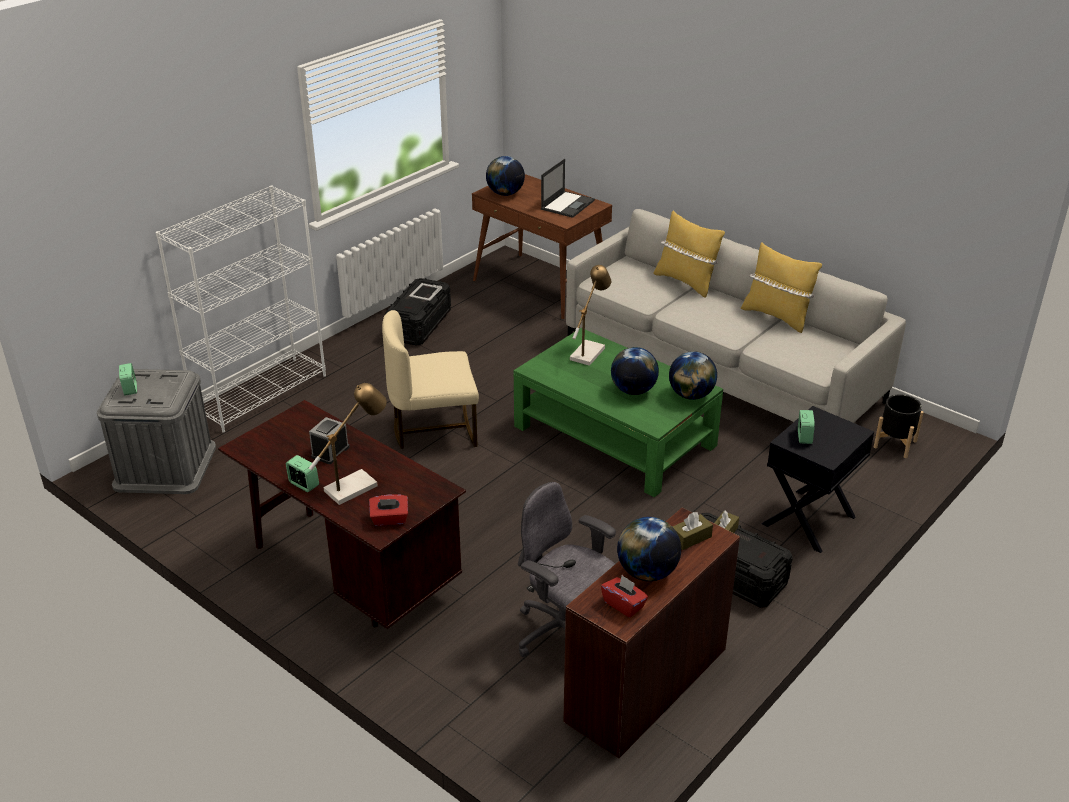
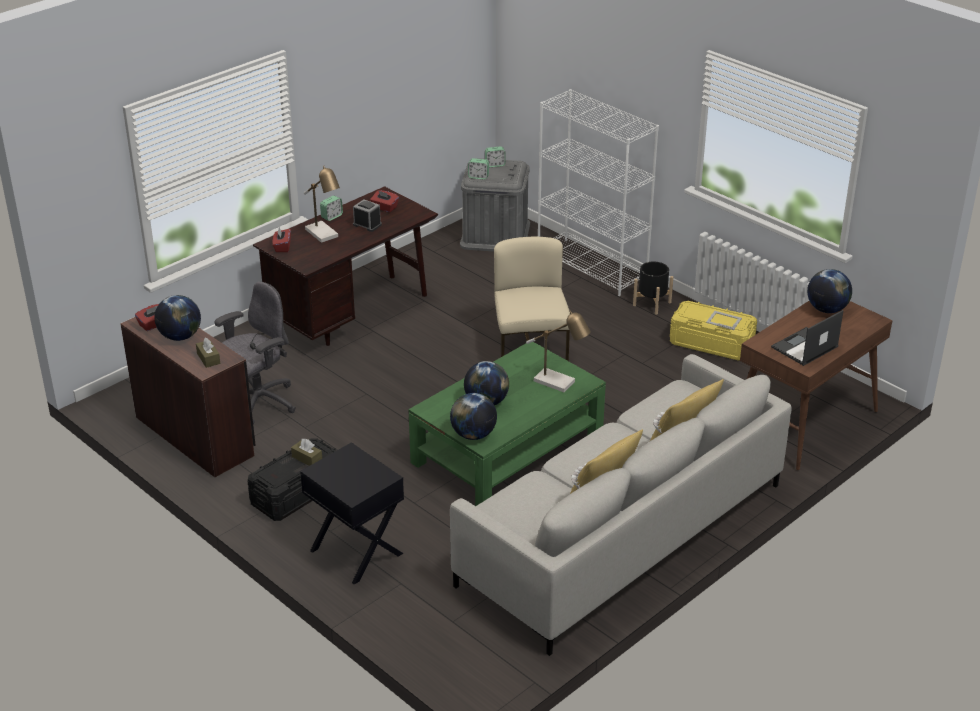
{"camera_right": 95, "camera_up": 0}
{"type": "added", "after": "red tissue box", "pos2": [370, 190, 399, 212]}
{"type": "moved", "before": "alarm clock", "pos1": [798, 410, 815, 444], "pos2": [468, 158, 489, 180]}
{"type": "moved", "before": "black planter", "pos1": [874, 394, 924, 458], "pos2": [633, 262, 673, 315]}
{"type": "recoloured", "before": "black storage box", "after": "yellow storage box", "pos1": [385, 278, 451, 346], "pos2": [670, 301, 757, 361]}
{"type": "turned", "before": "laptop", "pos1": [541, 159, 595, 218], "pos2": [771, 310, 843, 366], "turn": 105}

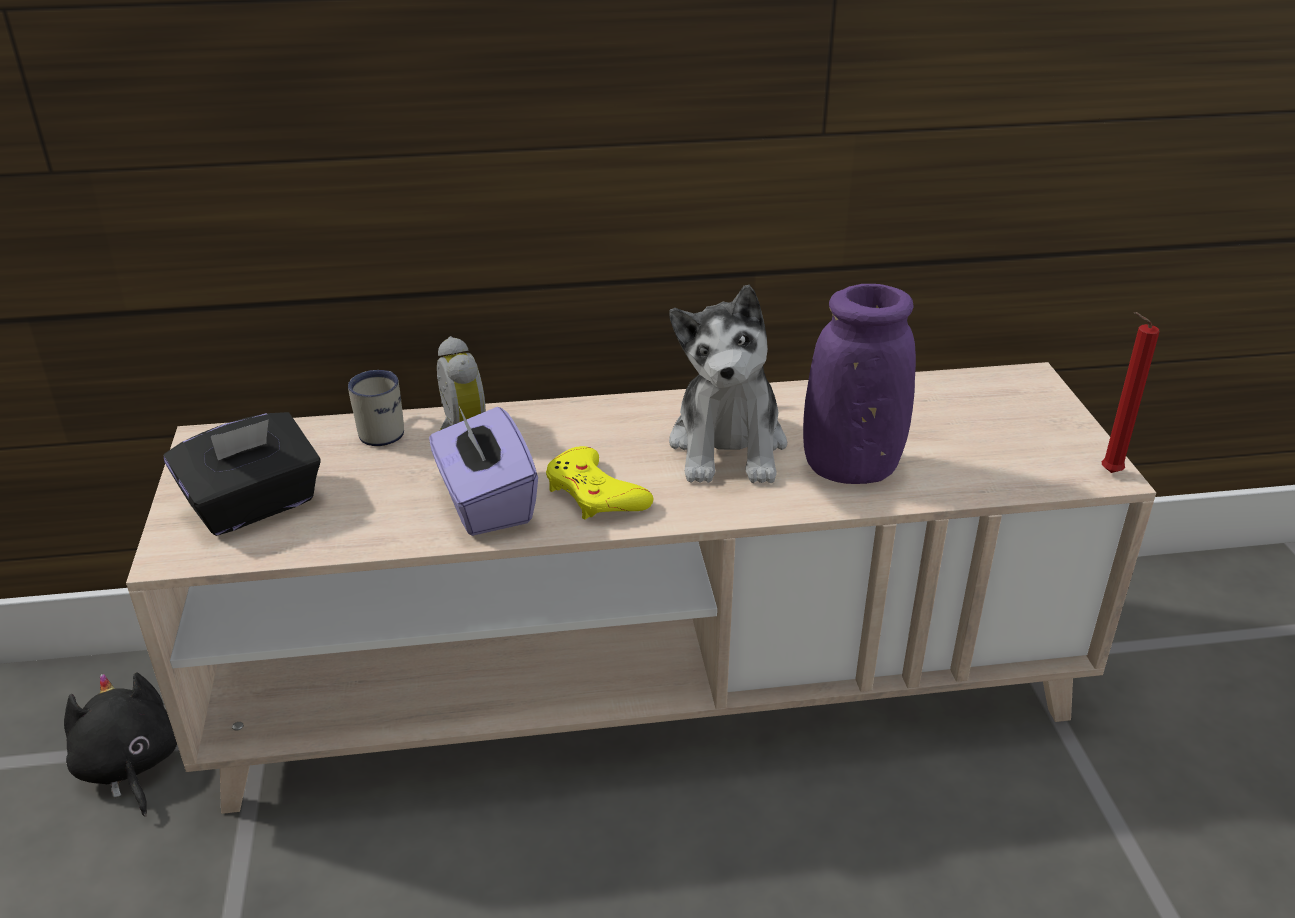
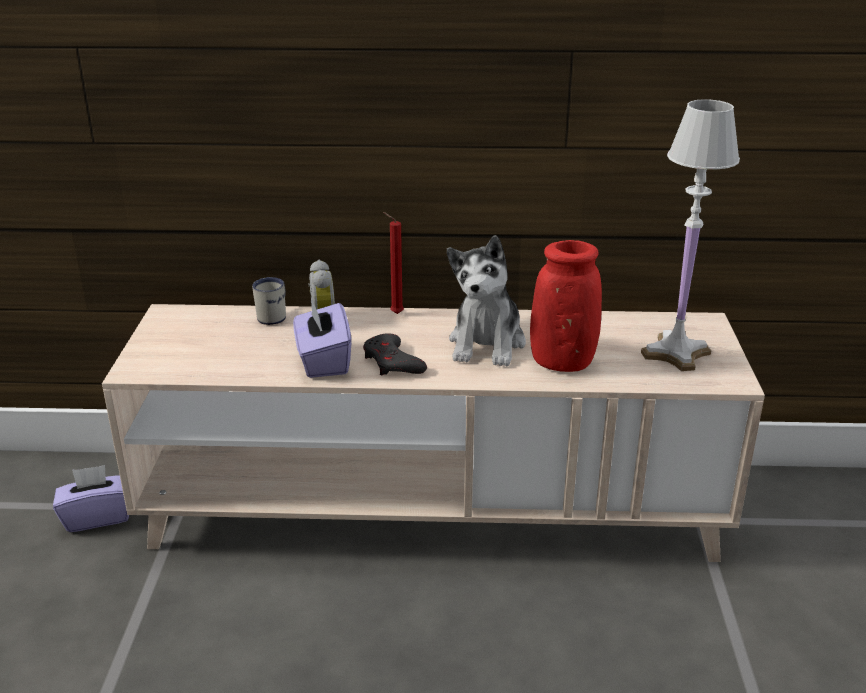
{"camera_right": 10, "camera_up": -5}
{"type": "replaced", "before": "black plush toy", "after": "purple tissue box", "pos1": [64, 672, 177, 817], "pos2": [53, 465, 129, 532]}
{"type": "recoloured", "before": "yellow game controller", "after": "grey game controller", "pos1": [546, 446, 653, 520], "pos2": [363, 333, 427, 376]}
{"type": "moved", "before": "red candle", "pos1": [1102, 312, 1160, 473], "pos2": [383, 212, 404, 314]}
{"type": "recoloured", "before": "purple vase", "after": "red vase", "pos1": [803, 284, 916, 484], "pos2": [530, 240, 602, 372]}
{"type": "added", "after": "white table lamp", "pos2": [641, 99, 740, 371]}
{"type": "removed", "before": "black tissue box", "pos1": [163, 412, 321, 536]}

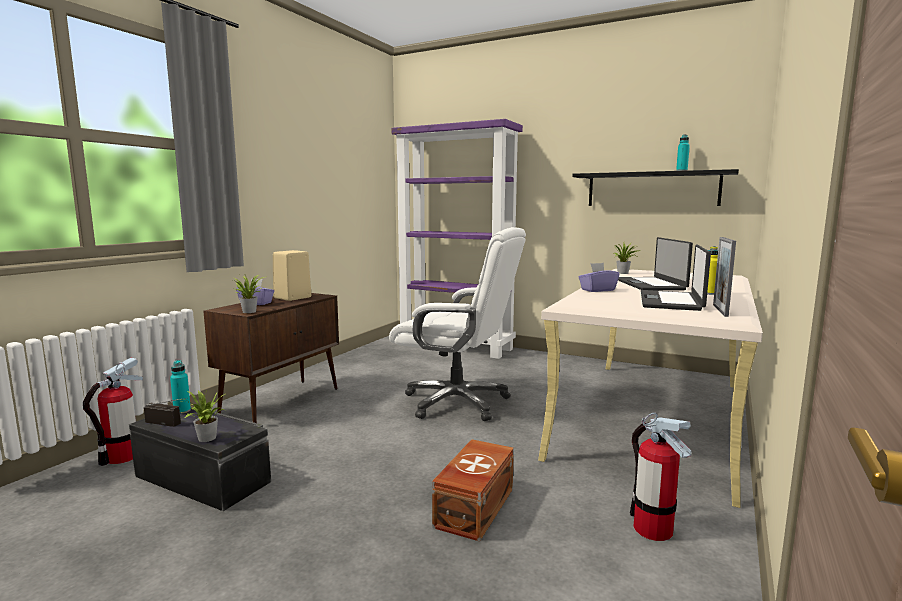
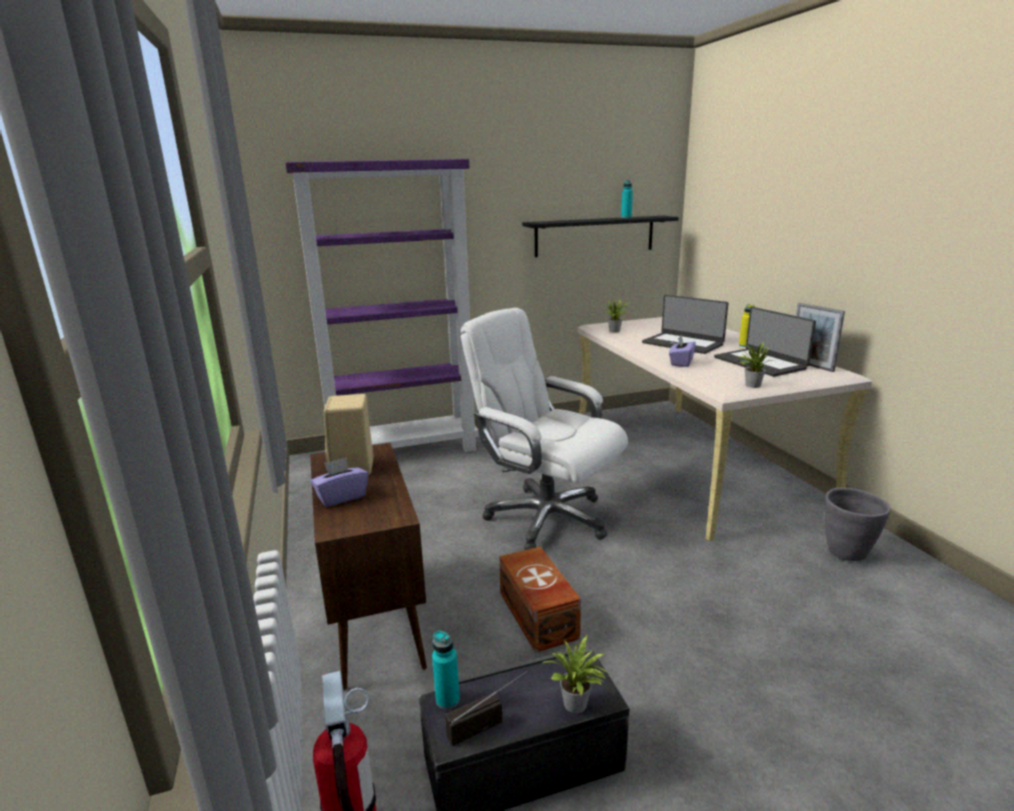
{"camera_right": -45, "camera_up": 10}
{"type": "turned", "before": "white office chair", "pos1": [389, 227, 526, 421], "pos2": [460, 308, 628, 550], "turn": -120}
{"type": "moved", "before": "brown storage box", "pos1": [432, 439, 514, 542], "pos2": [499, 546, 581, 653]}
{"type": "moved", "before": "potted plant", "pos1": [233, 275, 264, 313], "pos2": [736, 342, 774, 388]}
{"type": "replaced", "before": "fire extinguisher", "after": "grey planter", "pos1": [630, 413, 691, 541], "pos2": [825, 487, 890, 561]}

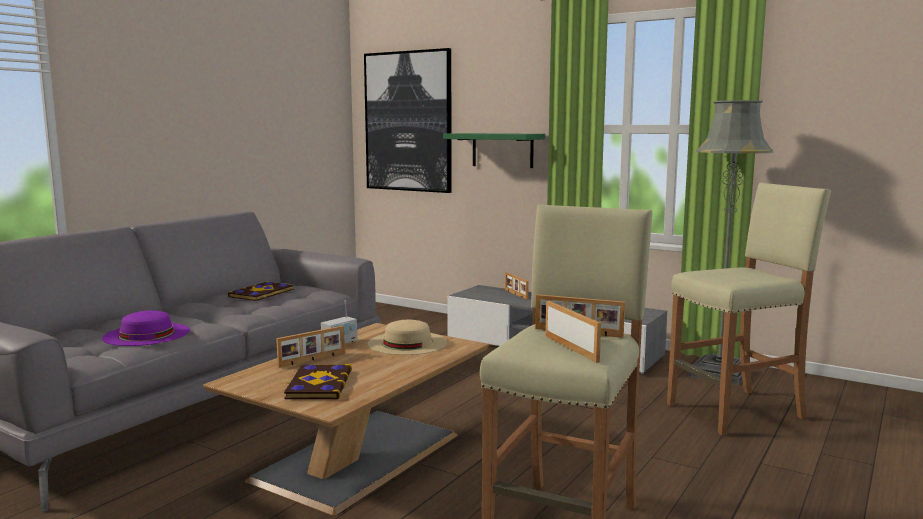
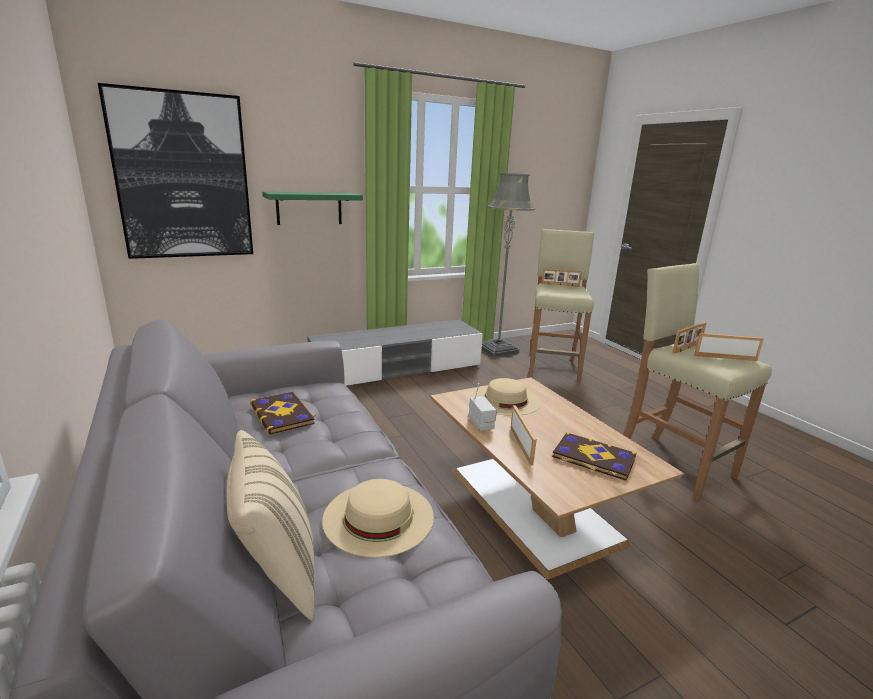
{"camera_right": -60, "camera_up": 10}
{"type": "added", "after": "beige pillow", "pos2": [227, 430, 315, 620]}
{"type": "recoloured", "before": "purple hat", "after": "beige hat", "pos1": [102, 310, 190, 346], "pos2": [322, 479, 434, 557]}
{"type": "moved", "before": "picture frame", "pos1": [505, 272, 529, 300], "pos2": [541, 269, 582, 286]}

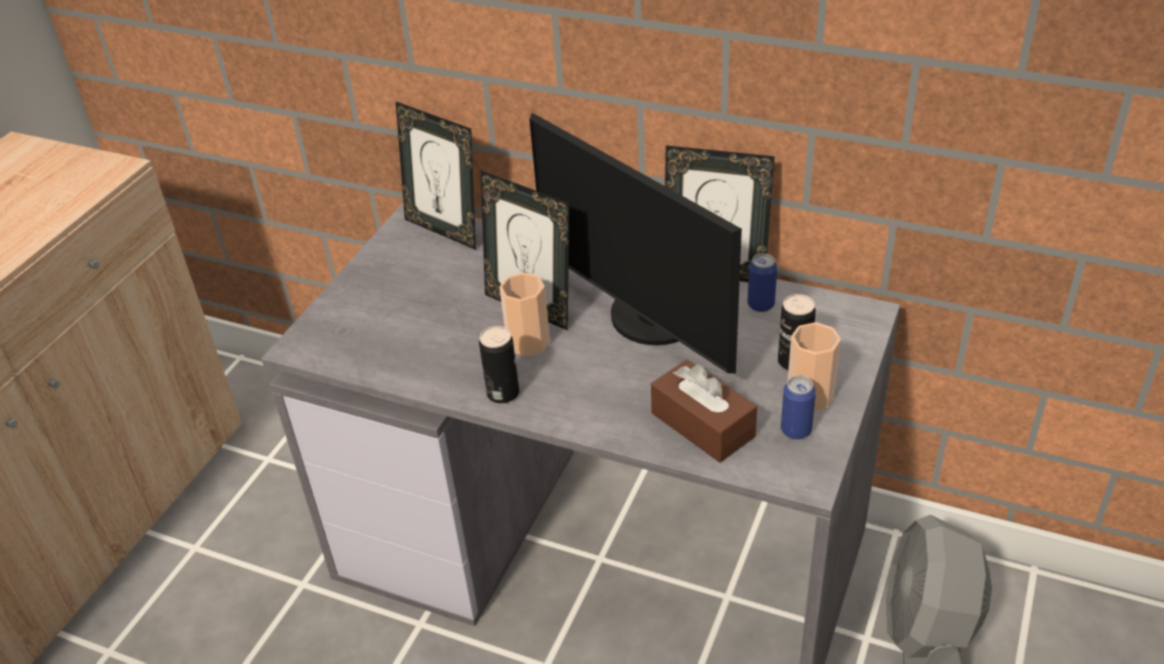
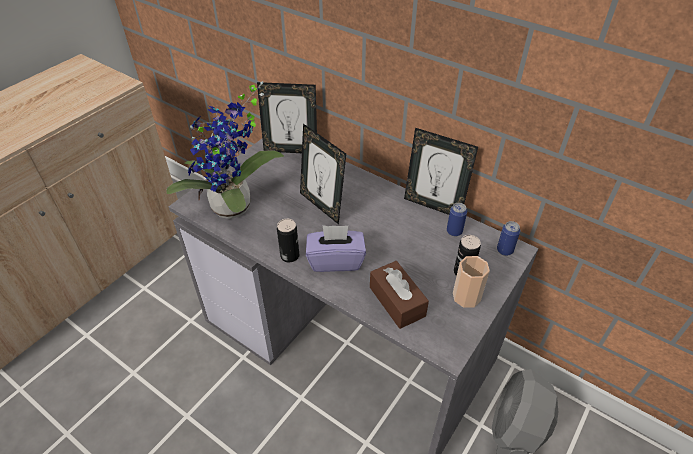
{"camera_right": 10, "camera_up": 5}
{"type": "added", "after": "potted plant", "pos2": [166, 81, 284, 219]}
{"type": "turned", "before": "picture frame", "pos1": [396, 102, 476, 250], "pos2": [257, 82, 317, 153], "turn": -45}
{"type": "added", "after": "purple tissue box", "pos2": [306, 225, 366, 272]}
{"type": "moved", "before": "can", "pos1": [781, 376, 816, 440], "pos2": [497, 221, 520, 256]}
{"type": "removed", "before": "cup", "pos1": [499, 273, 550, 356]}
{"type": "removed", "before": "monitor", "pos1": [529, 113, 742, 374]}

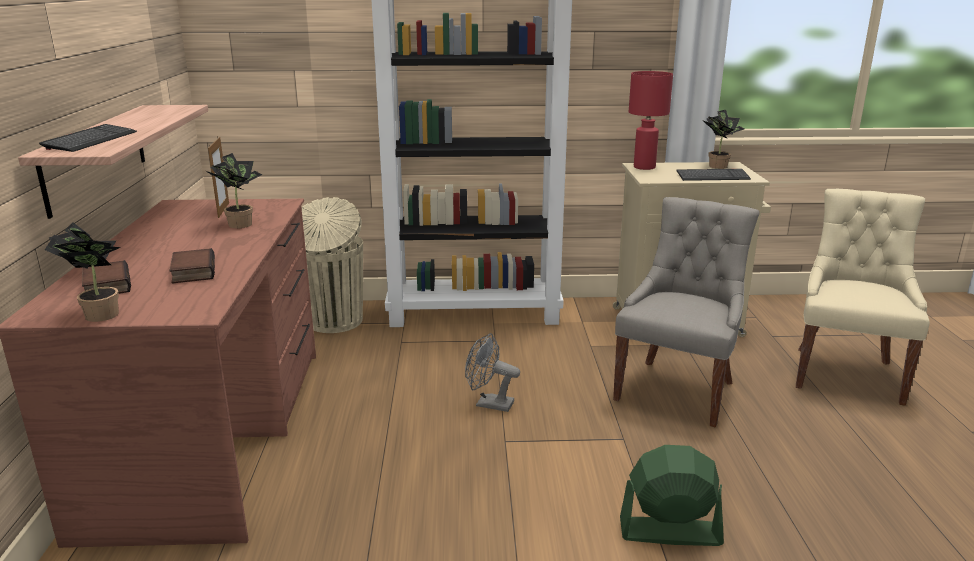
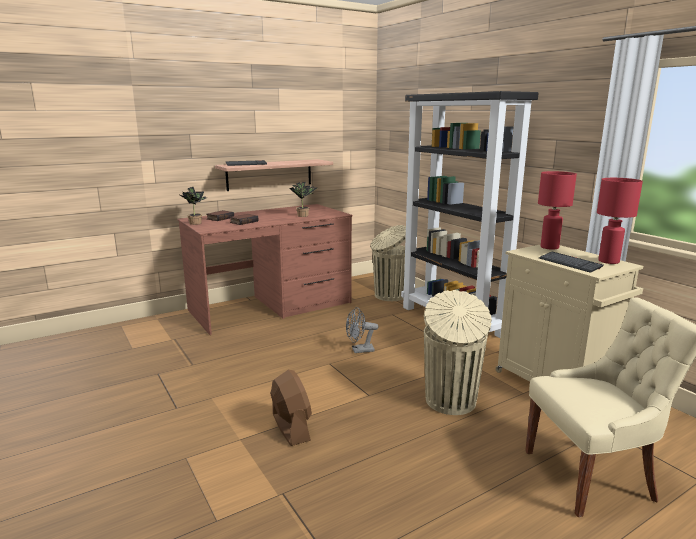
{"camera_right": 60, "camera_up": -5}
{"type": "recoloured", "before": "green fan", "after": "brown fan", "pos1": [620, 445, 724, 546], "pos2": [270, 370, 312, 446]}
{"type": "turned", "before": "grey fan", "pos1": [465, 333, 520, 412], "pos2": [346, 307, 379, 353], "turn": -90}
{"type": "replaced", "before": "grey chair", "after": "beige trash can", "pos1": [613, 197, 760, 427], "pos2": [424, 290, 492, 415]}
{"type": "replaced", "before": "potted plant", "after": "red table lamp", "pos1": [702, 110, 745, 169], "pos2": [597, 178, 643, 264]}
{"type": "removed", "before": "picture frame", "pos1": [208, 136, 229, 218]}

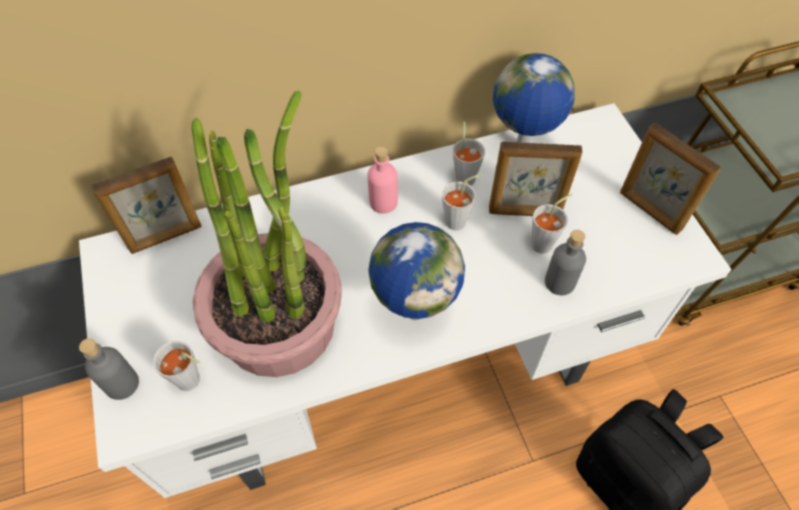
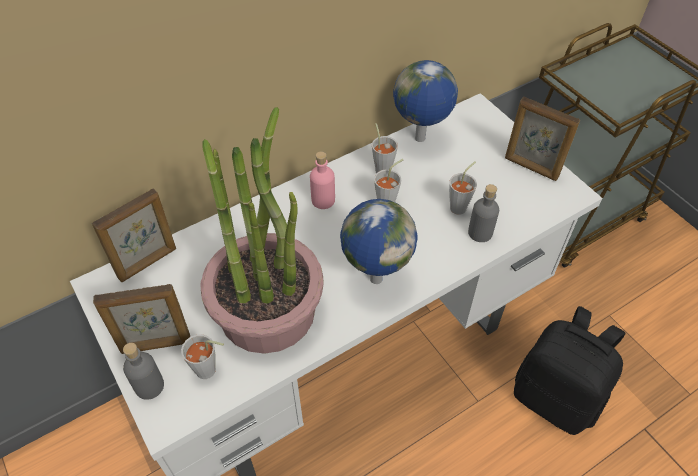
{"camera_right": -15, "camera_up": -5}
{"type": "moved", "before": "picture frame", "pos1": [489, 141, 582, 216], "pos2": [93, 284, 190, 354]}

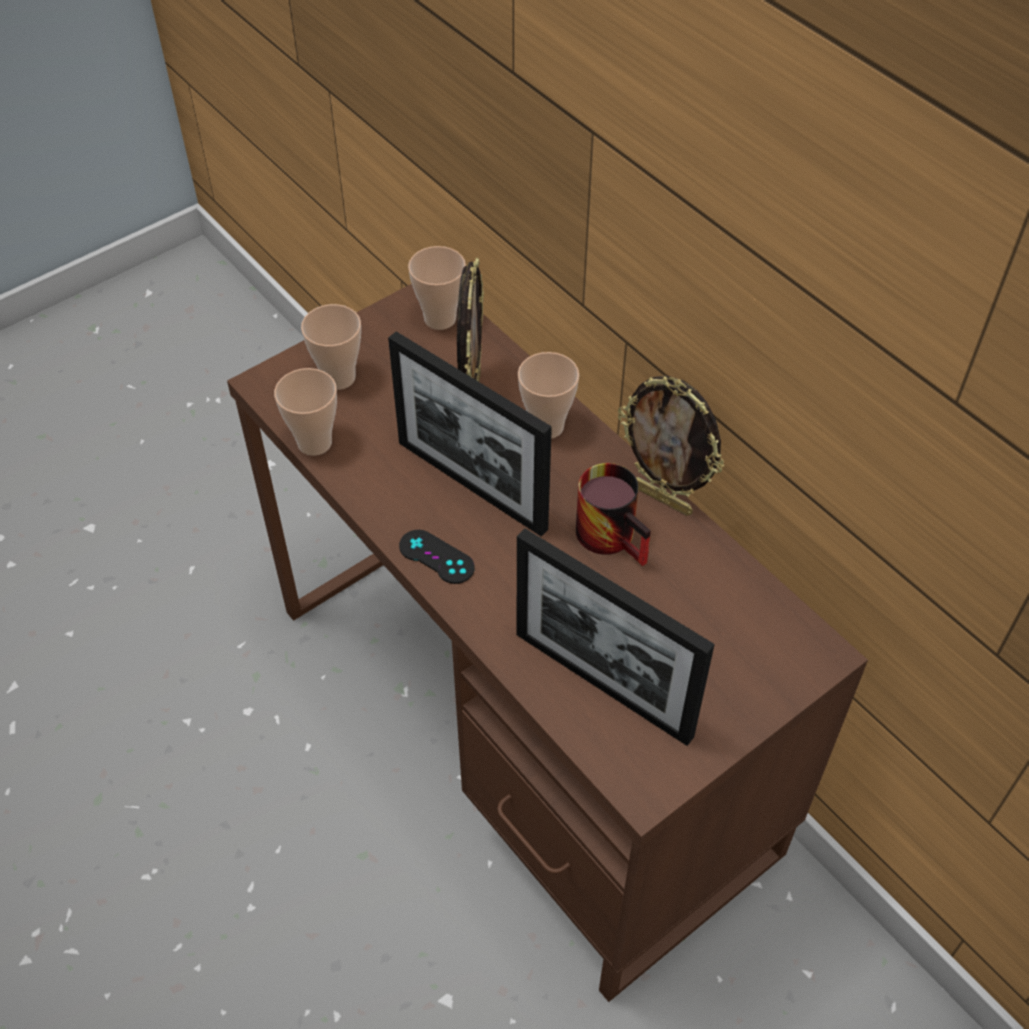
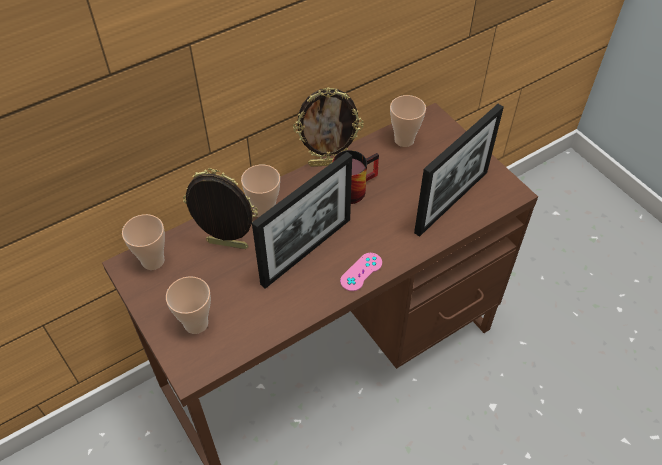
{"camera_right": -85, "camera_up": 0}
{"type": "turned", "before": "picture frame", "pos1": [618, 375, 724, 516], "pos2": [293, 87, 364, 167], "turn": 45}
{"type": "recoloured", "before": "black game controller", "after": "pink game controller", "pos1": [399, 530, 475, 584], "pos2": [340, 253, 382, 291]}
{"type": "moved", "before": "cup", "pos1": [274, 368, 337, 456], "pos2": [390, 95, 426, 147]}

